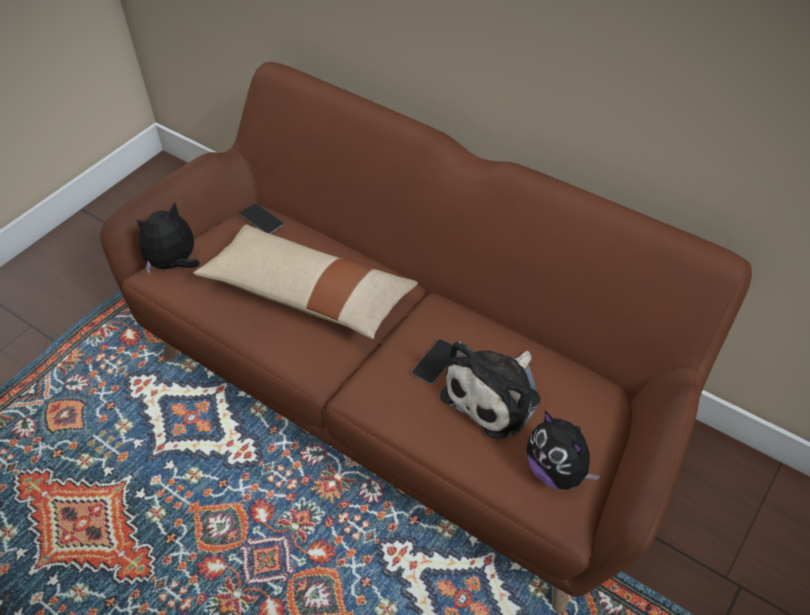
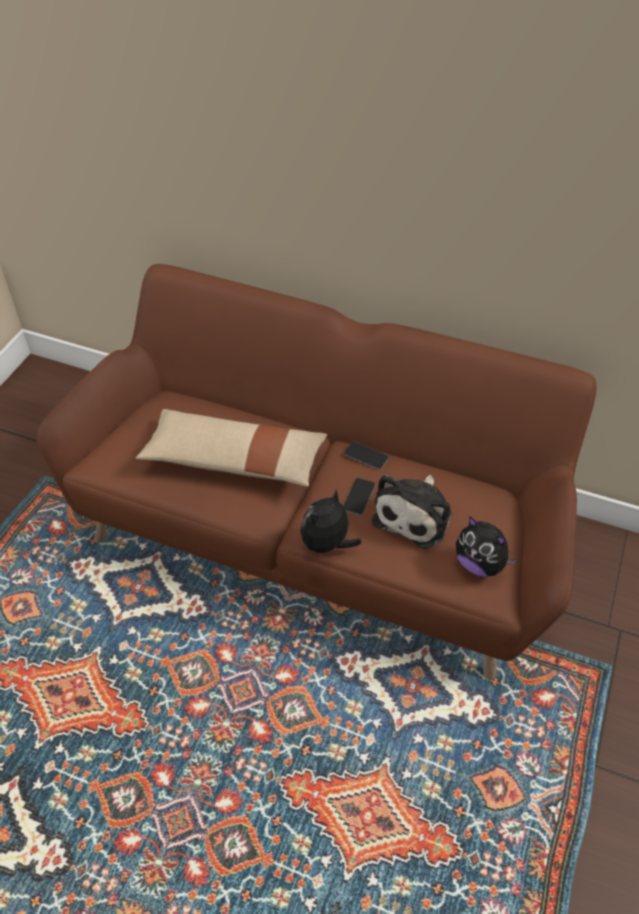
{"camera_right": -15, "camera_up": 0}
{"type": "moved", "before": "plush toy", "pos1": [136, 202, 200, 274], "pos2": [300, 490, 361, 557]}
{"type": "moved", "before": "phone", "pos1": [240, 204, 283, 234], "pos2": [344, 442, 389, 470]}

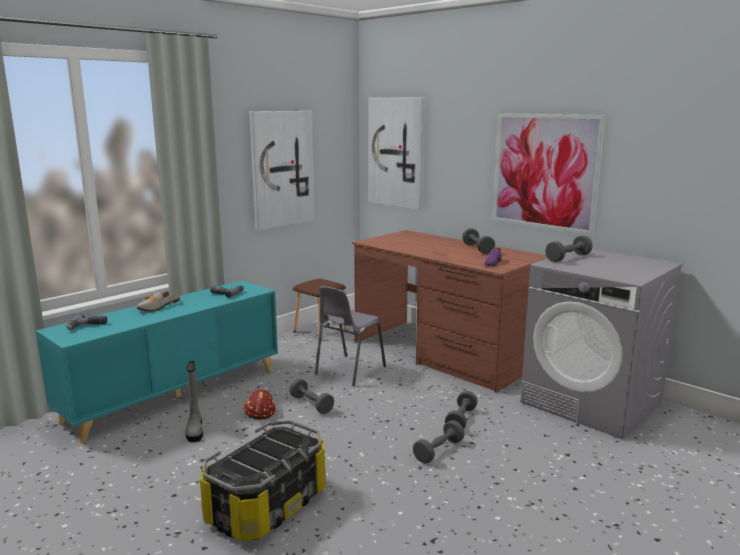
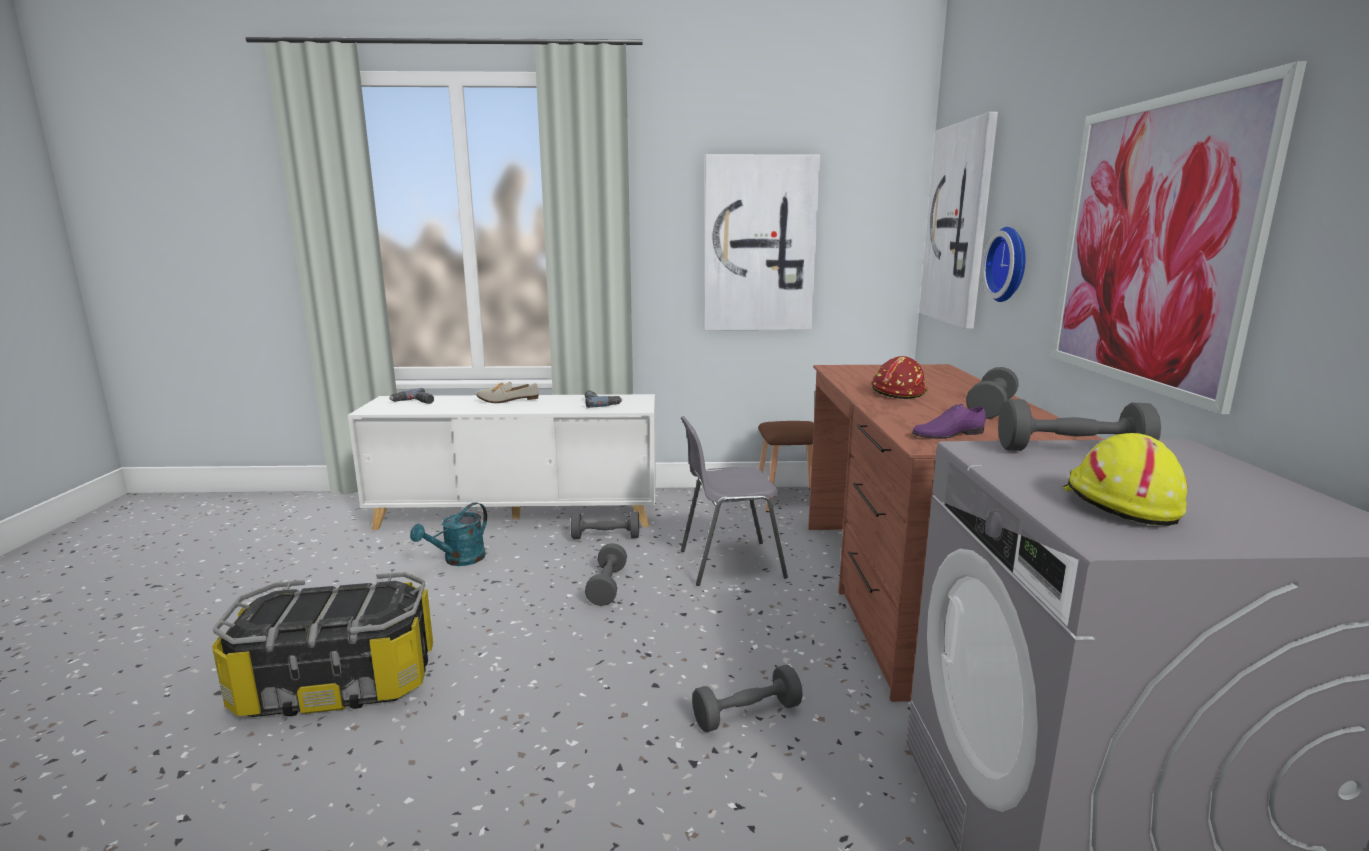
{"camera_right": 45, "camera_up": 0}
{"type": "recoloured", "before": "turquoise cabinet", "after": "white cabinet", "pos1": [36, 280, 278, 443], "pos2": [348, 394, 656, 530]}
{"type": "replaced", "before": "grey boot", "after": "turquoise watering can", "pos1": [185, 361, 203, 442], "pos2": [410, 502, 487, 566]}
{"type": "moved", "before": "grey dumbbell", "pos1": [413, 420, 465, 464], "pos2": [571, 512, 639, 539]}
{"type": "moved", "before": "red hard hat", "pos1": [244, 390, 276, 420], "pos2": [871, 356, 928, 399]}
{"type": "added", "after": "wall clock", "pos2": [982, 227, 1025, 302]}
{"type": "added", "after": "yellow hard hat", "pos2": [1063, 433, 1187, 526]}

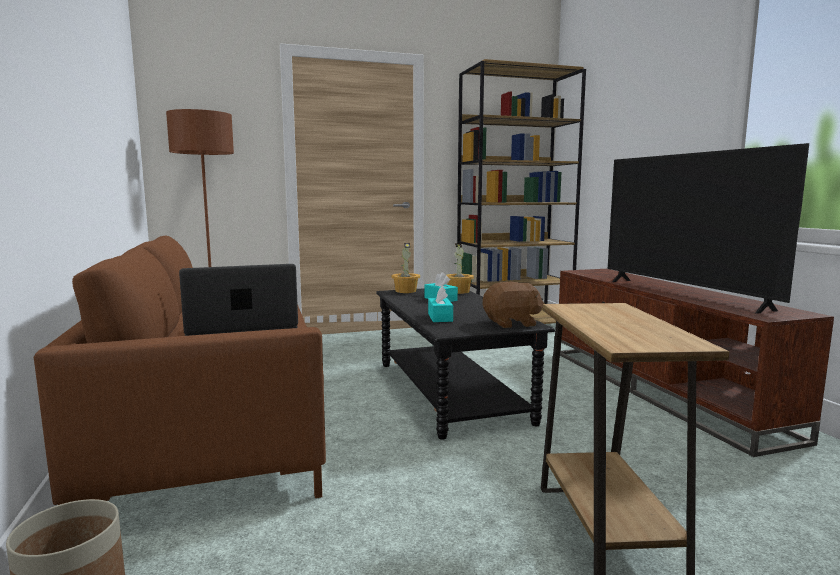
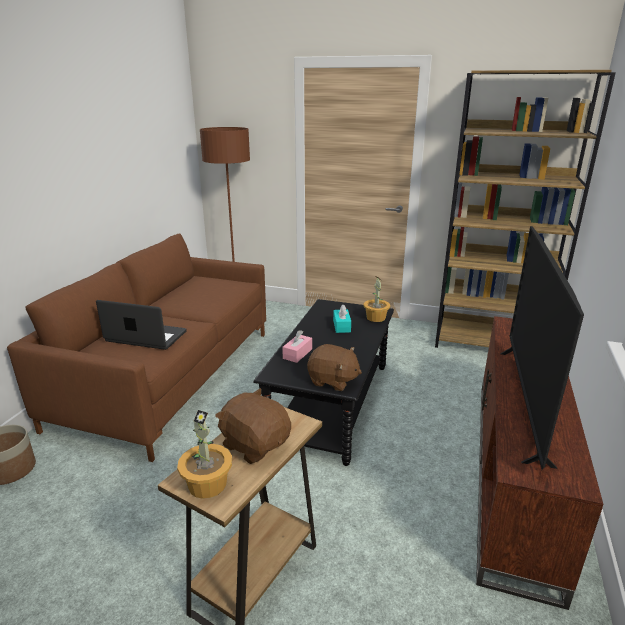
{"camera_right": 35, "camera_up": 15}
{"type": "moved", "before": "potted plant", "pos1": [391, 243, 420, 293], "pos2": [177, 410, 232, 499]}
{"type": "added", "after": "brown plush toy", "pos2": [215, 388, 291, 464]}
{"type": "recoloured", "before": "turquoise tissue box", "after": "pink tissue box", "pos1": [428, 286, 453, 322], "pos2": [282, 330, 312, 363]}

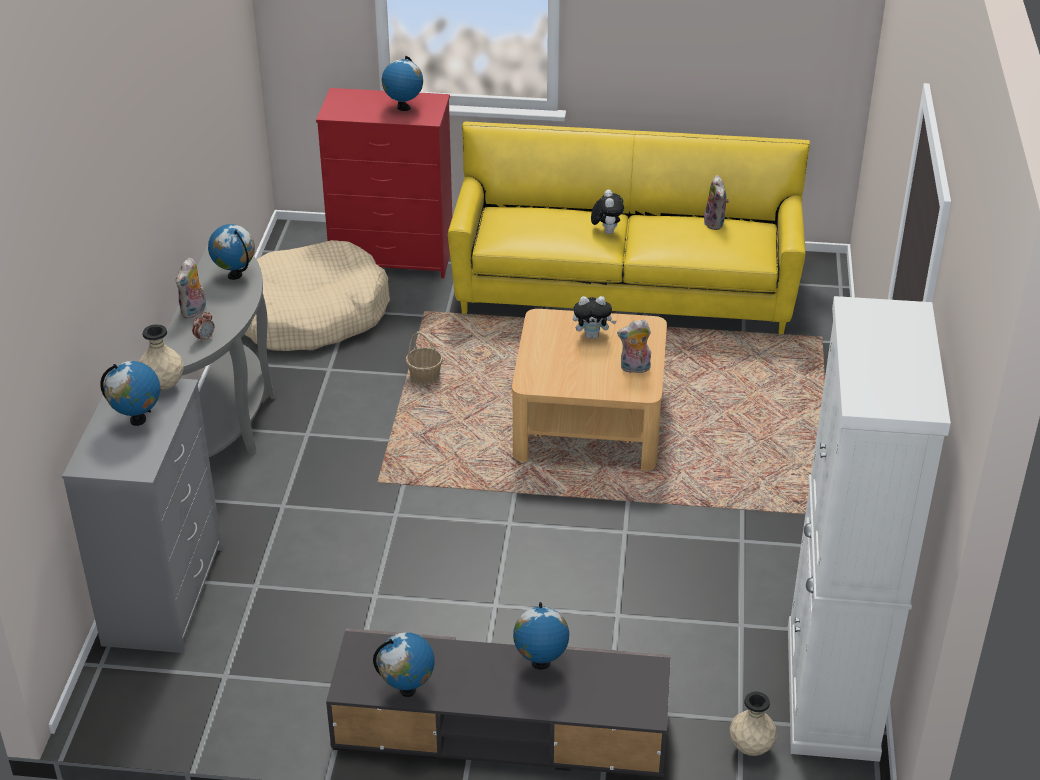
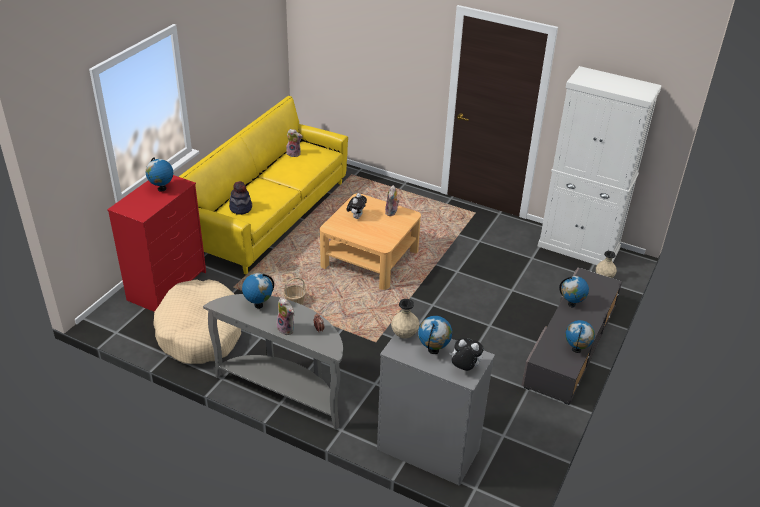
{"camera_right": -70, "camera_up": 0}
{"type": "added", "after": "hat", "pos2": [229, 181, 252, 215]}
{"type": "moved", "before": "plush toy", "pos1": [591, 189, 624, 234], "pos2": [449, 338, 484, 371]}

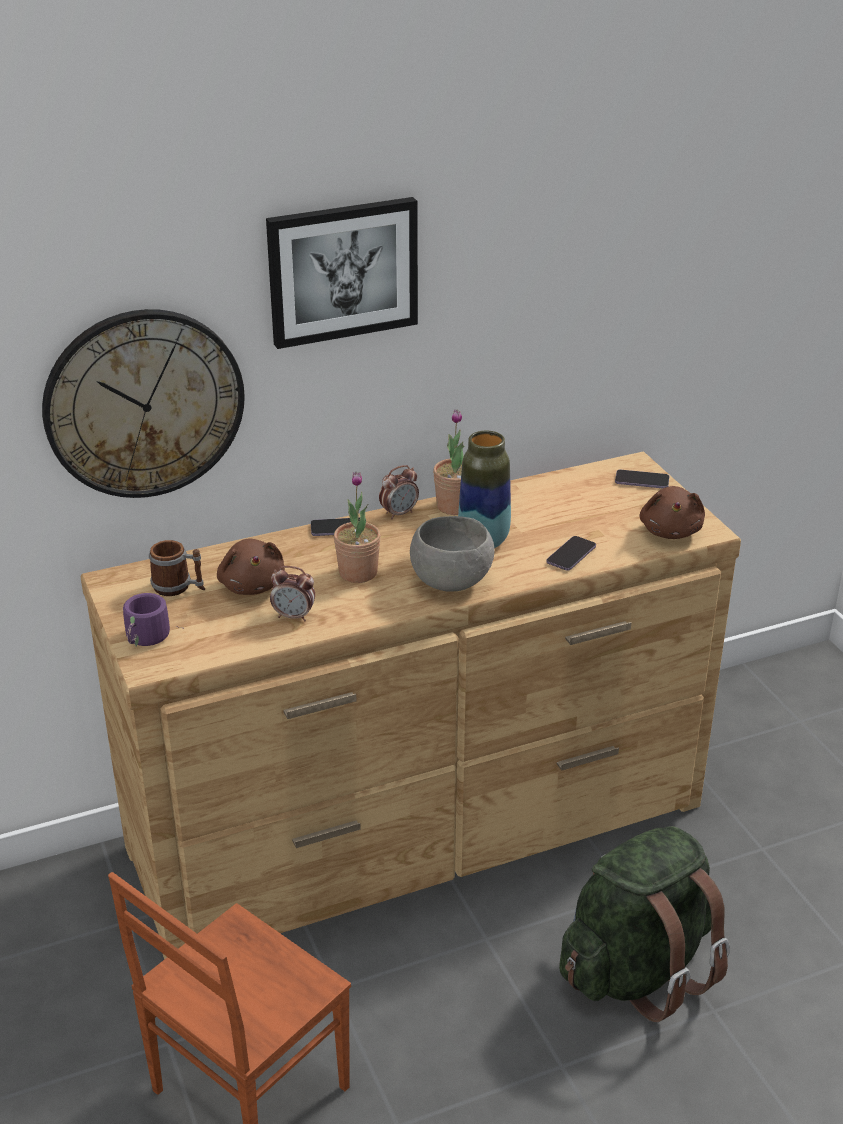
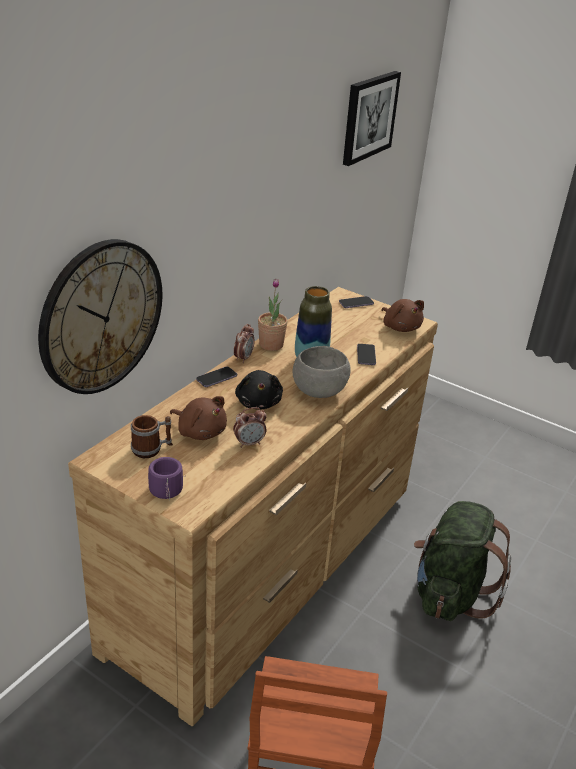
{"camera_right": -35, "camera_up": 0}
{"type": "replaced", "before": "potted plant", "after": "black plush toy", "pos1": [334, 472, 381, 583], "pos2": [235, 370, 283, 410]}
{"type": "moved", "before": "picture", "pos1": [266, 197, 418, 349], "pos2": [343, 71, 401, 166]}

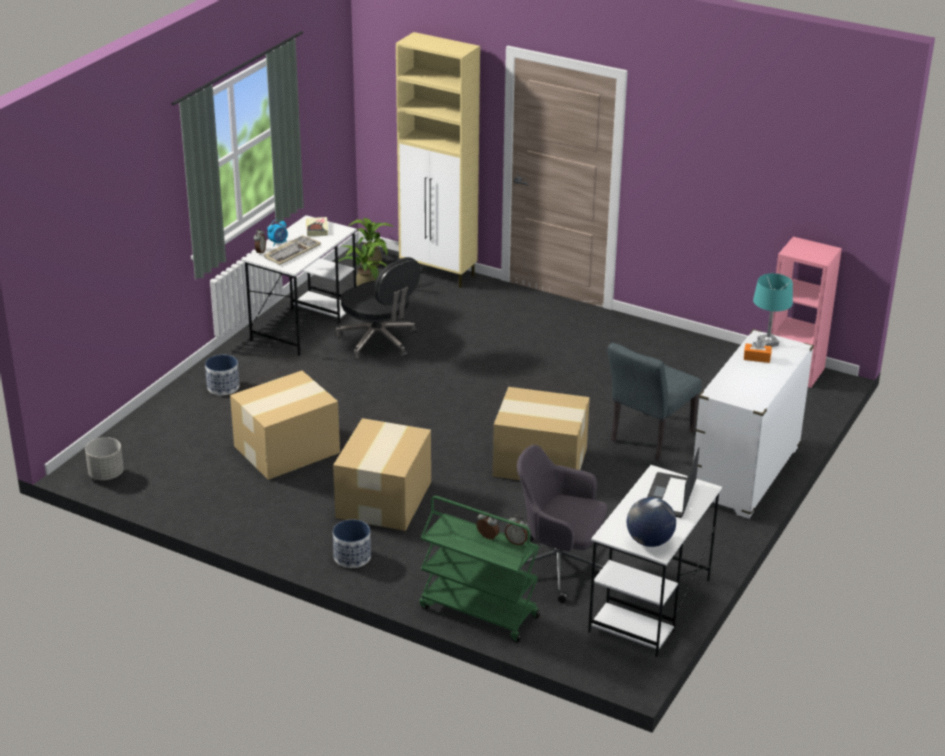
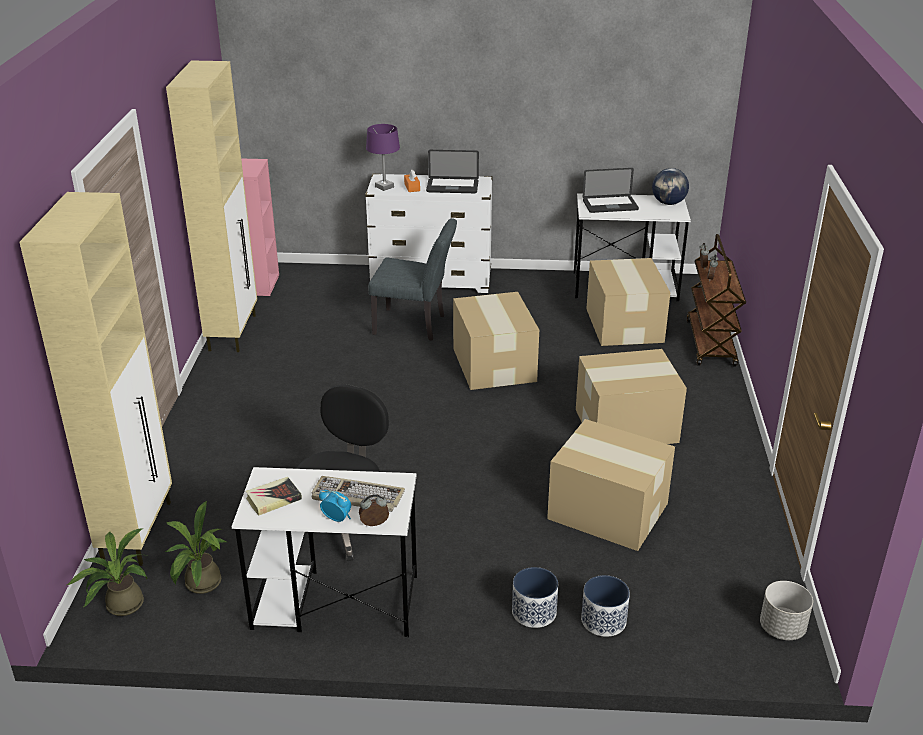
{"camera_right": -115, "camera_up": 0}
{"type": "added", "after": "beige cabinet", "pos2": [166, 60, 257, 352]}
{"type": "recoloured", "before": "turquoise table lamp", "after": "purple table lamp", "pos1": [753, 273, 793, 347], "pos2": [366, 124, 400, 191]}
{"type": "added", "after": "laptop", "pos2": [426, 150, 479, 193]}
{"type": "moved", "before": "planter", "pos1": [333, 519, 371, 568], "pos2": [581, 575, 630, 637]}
{"type": "replaced", "before": "grey office chair", "after": "cardboard box", "pos1": [517, 445, 607, 603], "pos2": [586, 258, 671, 346]}
{"type": "recoloured", "before": "green cart", "after": "brown cart", "pos1": [419, 496, 540, 643], "pos2": [686, 234, 746, 367]}

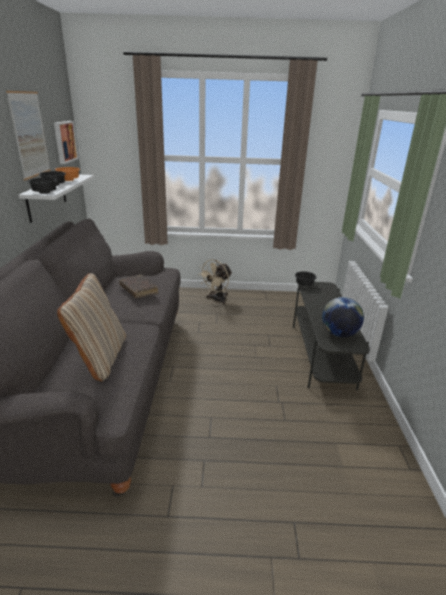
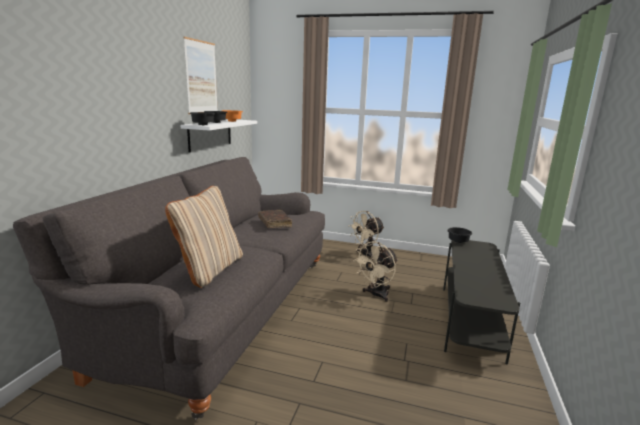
{"camera_right": 15, "camera_up": -10}
{"type": "added", "after": "beige fan", "pos2": [353, 241, 398, 302]}
{"type": "removed", "before": "picture", "pos1": [54, 121, 78, 164]}
{"type": "removed", "before": "globe", "pos1": [322, 297, 364, 337]}

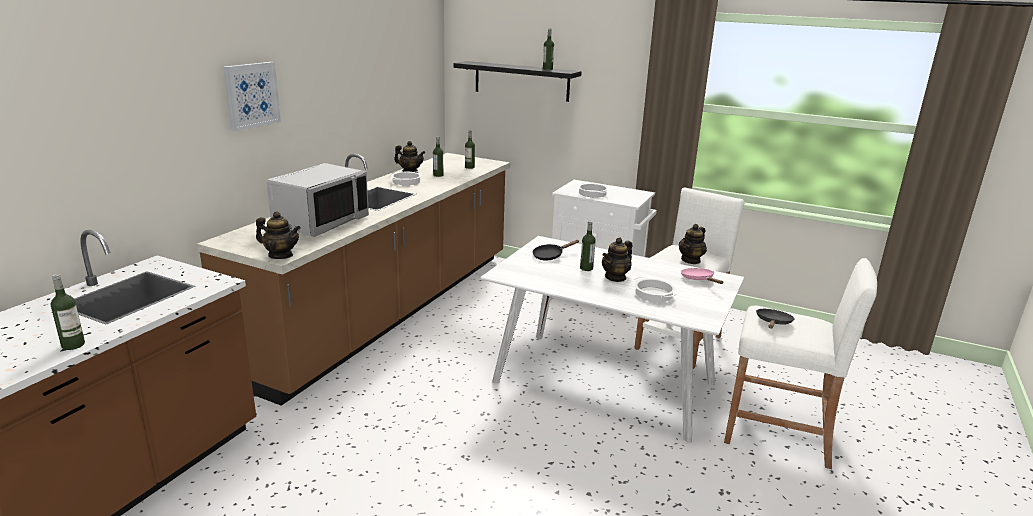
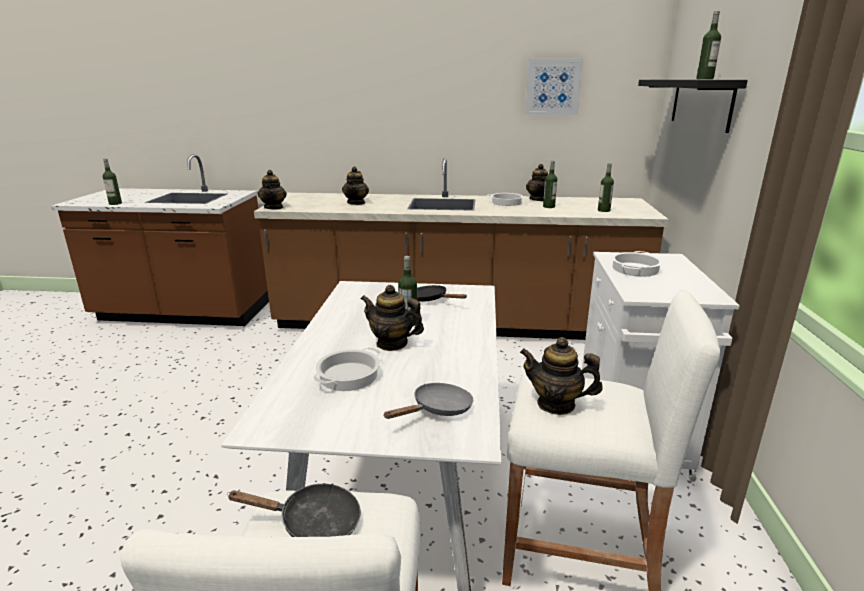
{"camera_right": 70, "camera_up": 0}
{"type": "replaced", "before": "grey microwave", "after": "teapot", "pos1": [267, 163, 369, 237], "pos2": [342, 166, 369, 205]}
{"type": "recoloured", "before": "pink frying pan", "after": "grey frying pan", "pos1": [681, 268, 723, 284], "pos2": [383, 383, 473, 419]}
{"type": "moved", "before": "picture", "pos1": [223, 62, 281, 132], "pos2": [525, 59, 583, 115]}

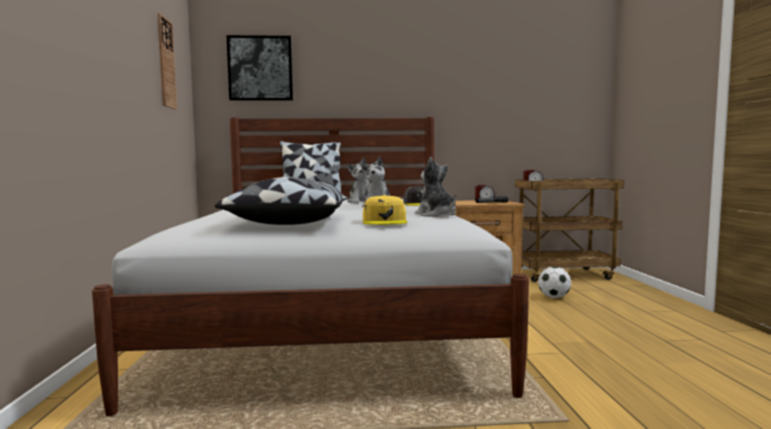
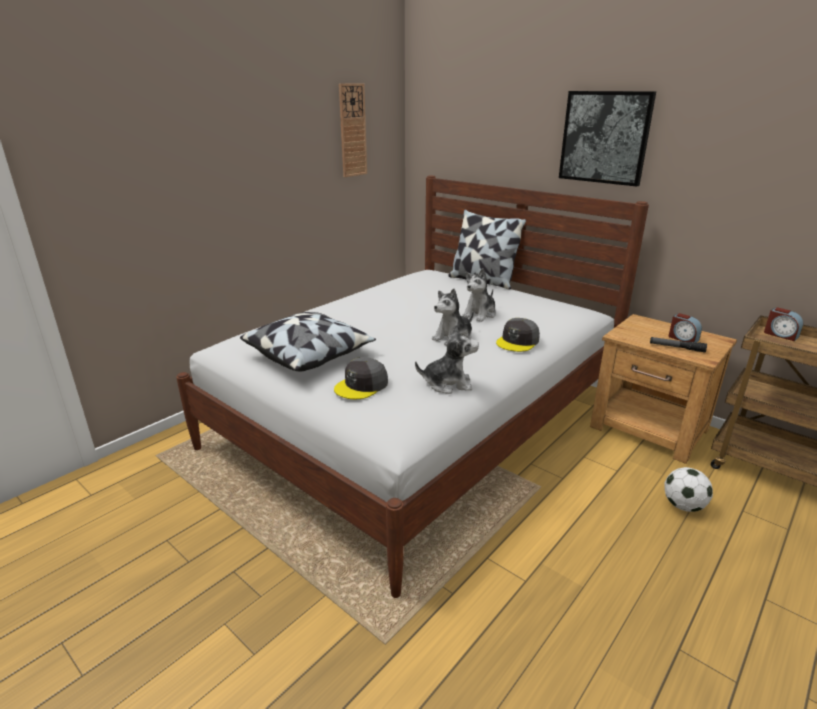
{"camera_right": 45, "camera_up": 20}
{"type": "recoloured", "before": "yellow cap", "after": "grey cap", "pos1": [363, 195, 407, 225], "pos2": [334, 357, 388, 399]}
{"type": "turned", "before": "plush toy", "pos1": [415, 157, 456, 217], "pos2": [415, 324, 479, 394], "turn": 75}
{"type": "moved", "before": "picture", "pos1": [226, 35, 293, 101], "pos2": [559, 91, 656, 187]}

